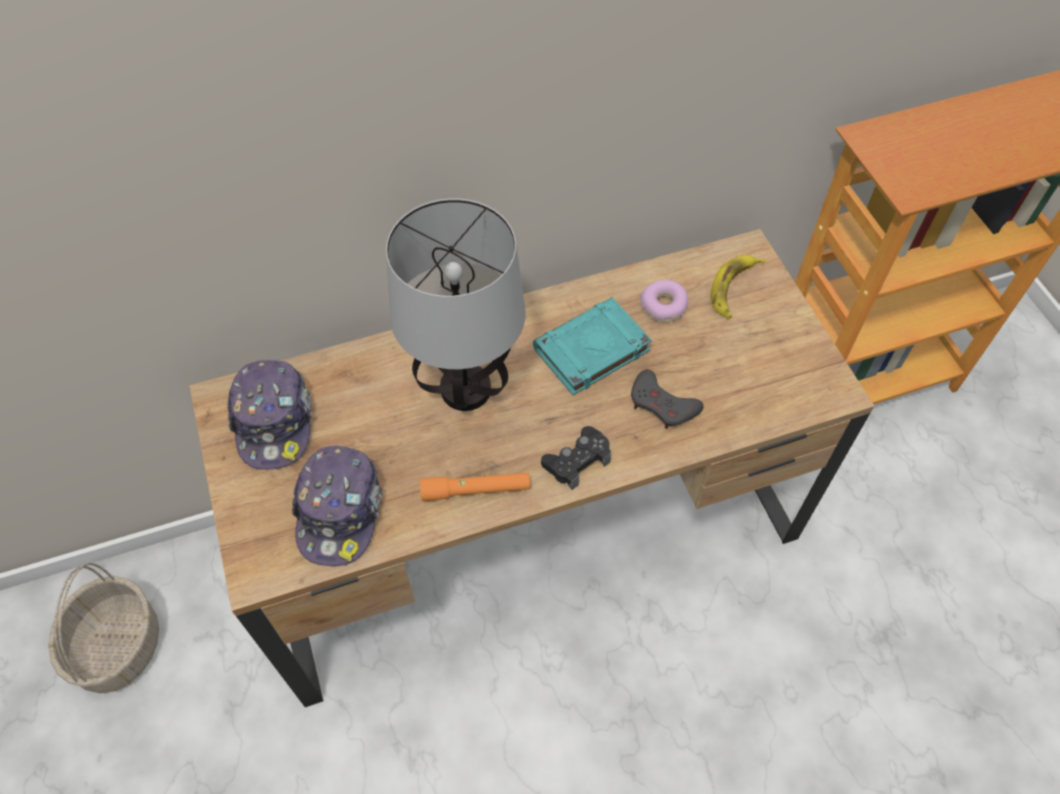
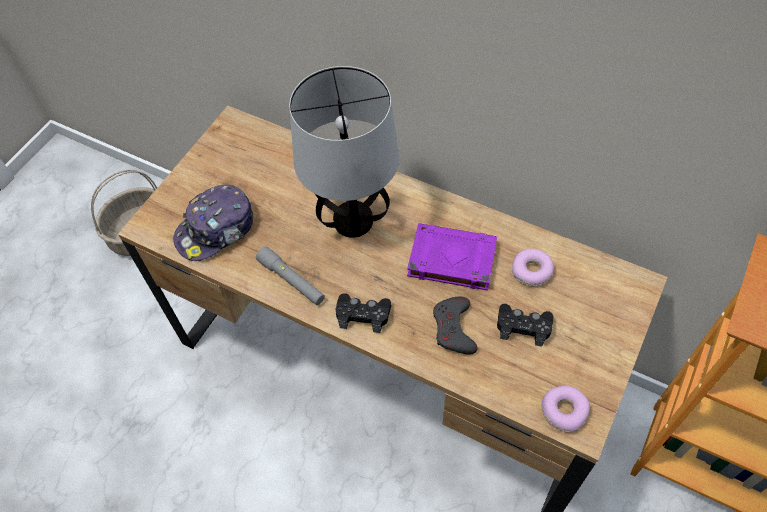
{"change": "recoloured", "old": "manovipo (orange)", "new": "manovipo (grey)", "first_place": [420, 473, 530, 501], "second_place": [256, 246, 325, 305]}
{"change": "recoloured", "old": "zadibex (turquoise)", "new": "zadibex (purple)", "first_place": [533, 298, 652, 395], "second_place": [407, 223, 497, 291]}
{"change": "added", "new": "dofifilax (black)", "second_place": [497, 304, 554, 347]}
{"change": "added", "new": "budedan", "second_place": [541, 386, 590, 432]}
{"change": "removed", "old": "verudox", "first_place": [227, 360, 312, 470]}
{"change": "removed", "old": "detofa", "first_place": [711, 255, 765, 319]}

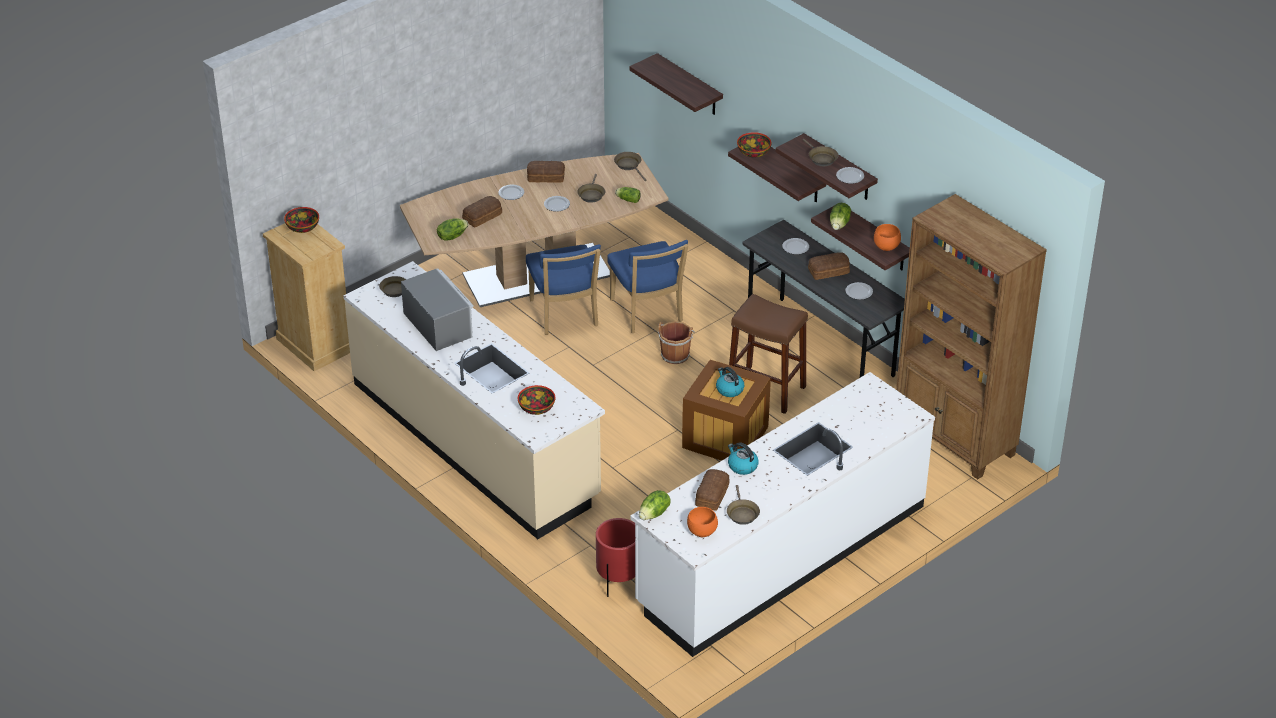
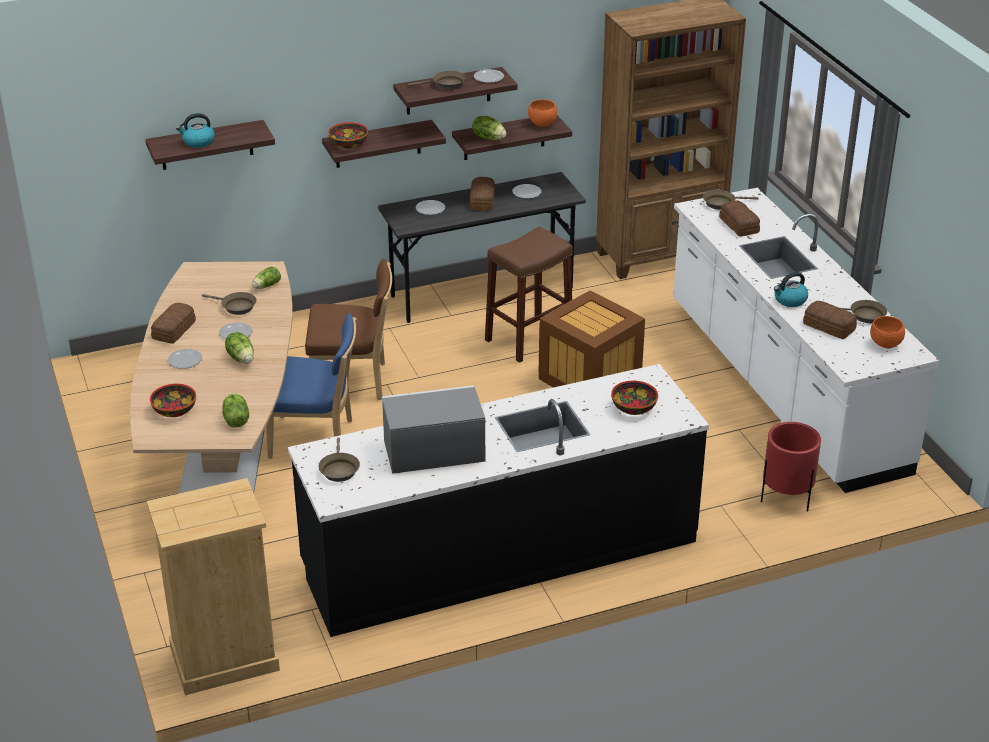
{"change": "moved", "old": "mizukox", "first_place": [284, 207, 319, 233], "second_place": [150, 384, 196, 417]}
{"change": "moved", "old": "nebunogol", "first_place": [716, 367, 744, 397], "second_place": [176, 113, 215, 148]}
{"change": "moved", "old": "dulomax", "first_place": [639, 490, 670, 520], "second_place": [225, 332, 254, 364]}
{"change": "recoloured", "old": "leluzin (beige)", "new": "leluzin (black)", "first_place": [343, 261, 605, 539], "second_place": [288, 364, 709, 637]}
{"change": "recoloured", "old": "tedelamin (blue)", "new": "tedelamin (brown)", "first_place": [607, 240, 688, 333], "second_place": [305, 259, 392, 400]}
{"change": "moved", "old": "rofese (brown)", "first_place": [614, 152, 646, 181], "second_place": [703, 190, 759, 210]}
{"change": "moved", "old": "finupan", "first_place": [462, 196, 502, 227], "second_place": [719, 200, 760, 237]}
{"change": "removed", "old": "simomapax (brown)", "first_place": [658, 321, 695, 364]}

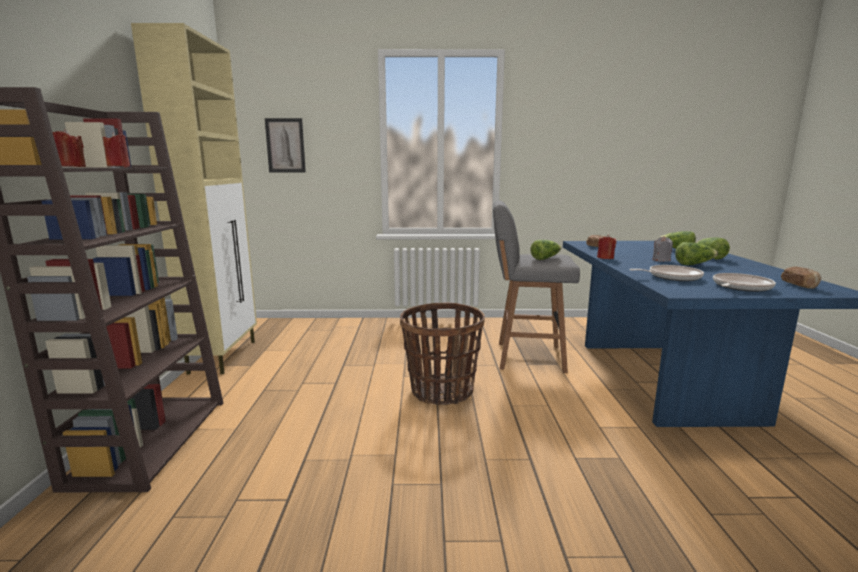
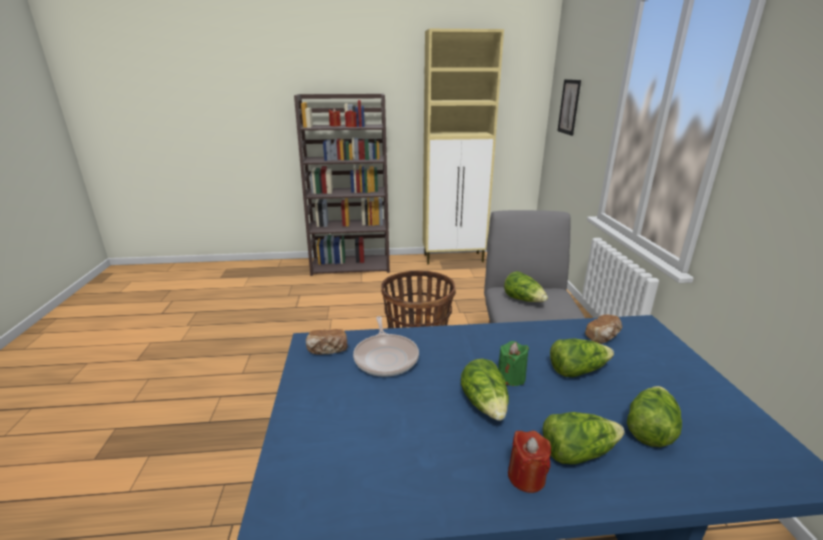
{"change": "moved", "old": "finupan", "first_place": [781, 267, 822, 289], "second_place": [306, 329, 348, 355]}
{"change": "recoloured", "old": "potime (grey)", "new": "potime (green)", "first_place": [652, 236, 673, 262], "second_place": [498, 341, 529, 386]}
{"change": "moved", "old": "potime (red)", "first_place": [597, 234, 616, 259], "second_place": [508, 431, 551, 493]}
{"change": "added", "new": "dulomax", "second_place": [550, 339, 614, 377]}
{"change": "removed", "old": "rofese", "first_place": [713, 273, 776, 292]}

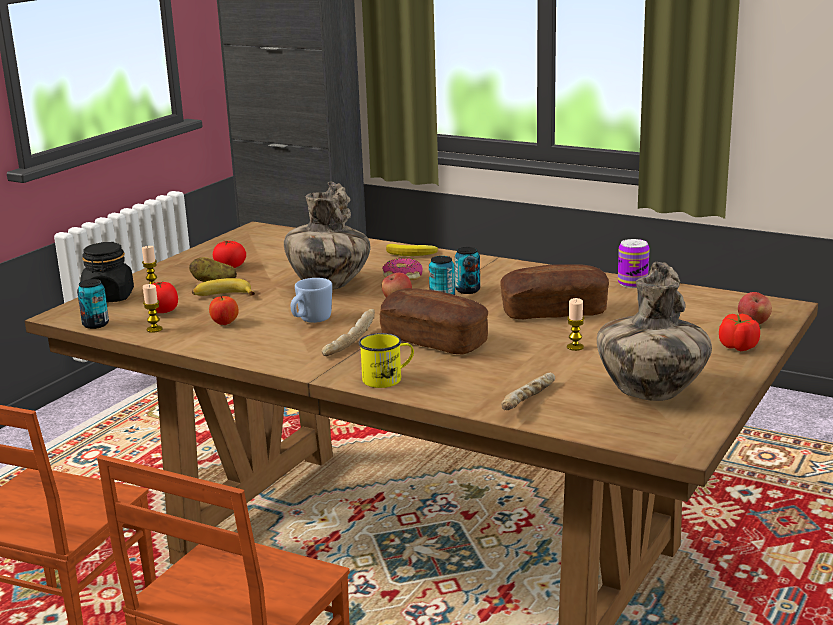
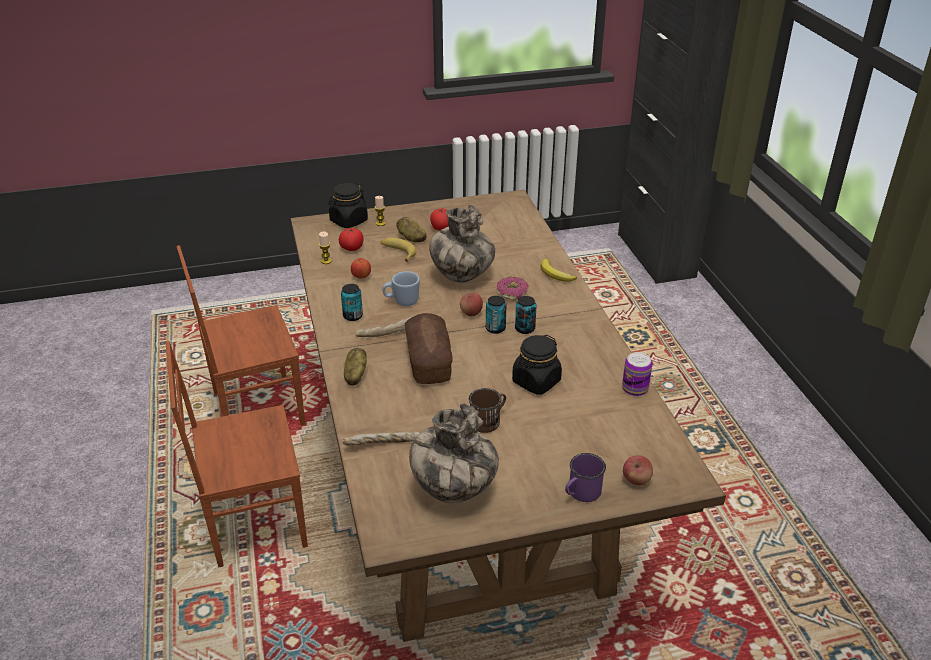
{"change": "moved", "old": "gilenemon", "first_place": [77, 279, 109, 329], "second_place": [341, 284, 363, 321]}
{"change": "replaced", "old": "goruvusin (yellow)", "new": "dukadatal", "first_place": [359, 333, 414, 388], "second_place": [344, 348, 367, 386]}
{"change": "replaced", "old": "potime", "new": "goruvusin (brown)", "first_place": [567, 298, 585, 351], "second_place": [469, 388, 506, 433]}
{"change": "replaced", "old": "finupan", "new": "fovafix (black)", "first_place": [500, 264, 609, 319], "second_place": [512, 335, 562, 395]}
{"change": "replaced", "old": "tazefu", "new": "goruvusin (purple)", "first_place": [719, 314, 760, 351], "second_place": [565, 453, 606, 502]}

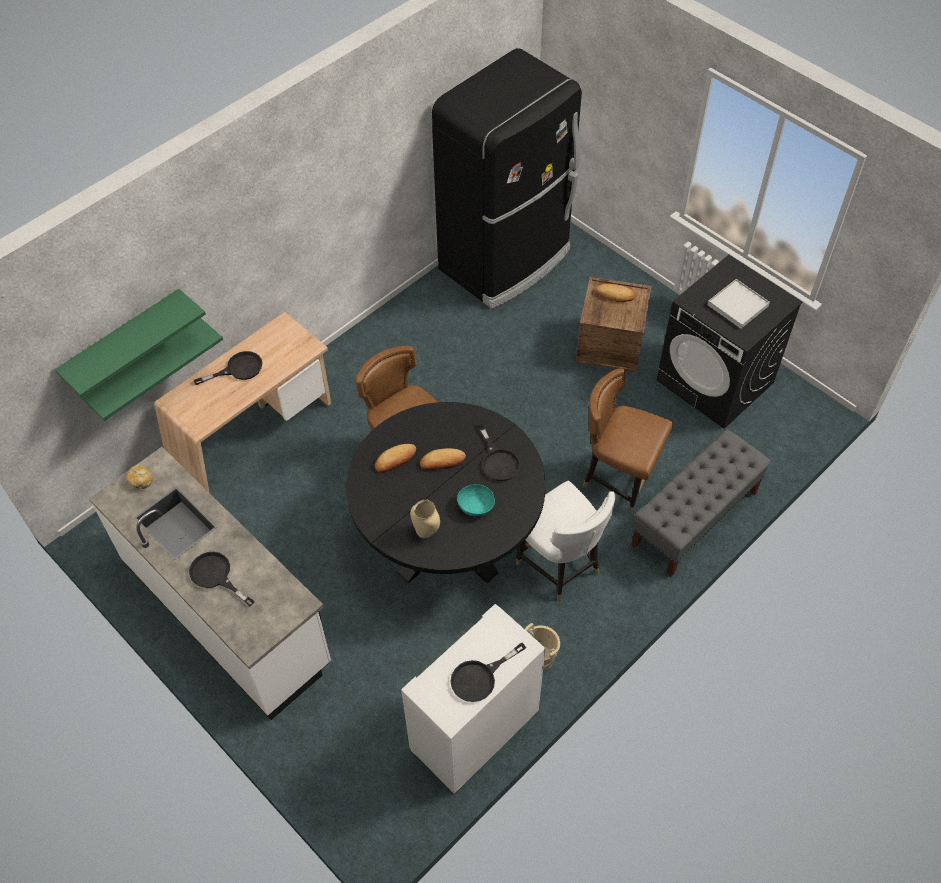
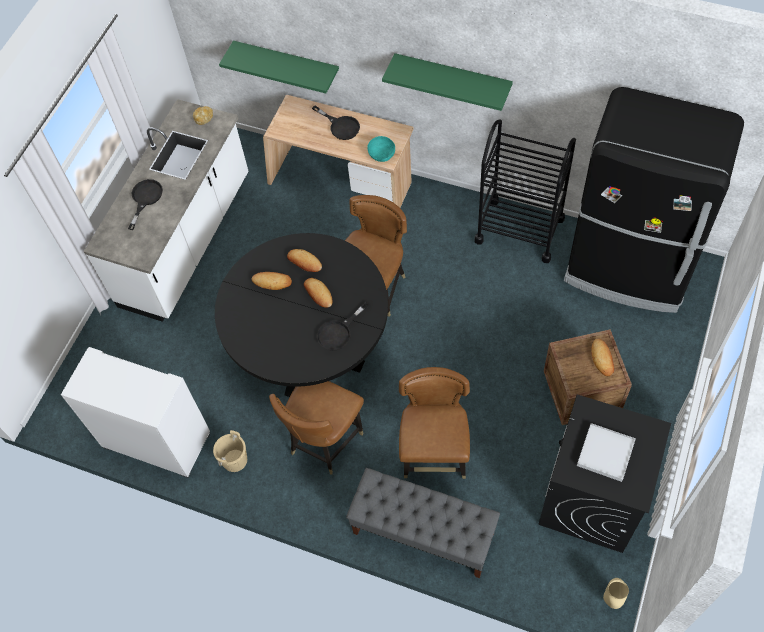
{"change": "added", "new": "finupan", "second_place": [252, 272, 292, 290]}
{"change": "recoloured", "old": "tedelamin (white)", "new": "tedelamin (brown)", "first_place": [516, 481, 615, 601], "second_place": [269, 381, 364, 474]}
{"change": "moved", "old": "mizukox (turquoise)", "first_place": [457, 484, 495, 516], "second_place": [367, 136, 395, 162]}
{"change": "moved", "old": "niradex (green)", "first_place": [55, 289, 206, 398], "second_place": [382, 53, 513, 111]}
{"change": "added", "new": "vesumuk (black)", "second_place": [475, 119, 576, 263]}
{"change": "moved", "old": "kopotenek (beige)", "first_place": [410, 500, 440, 538], "second_place": [603, 578, 629, 609]}
{"change": "removed", "old": "rofese (black)", "first_place": [451, 642, 526, 702]}

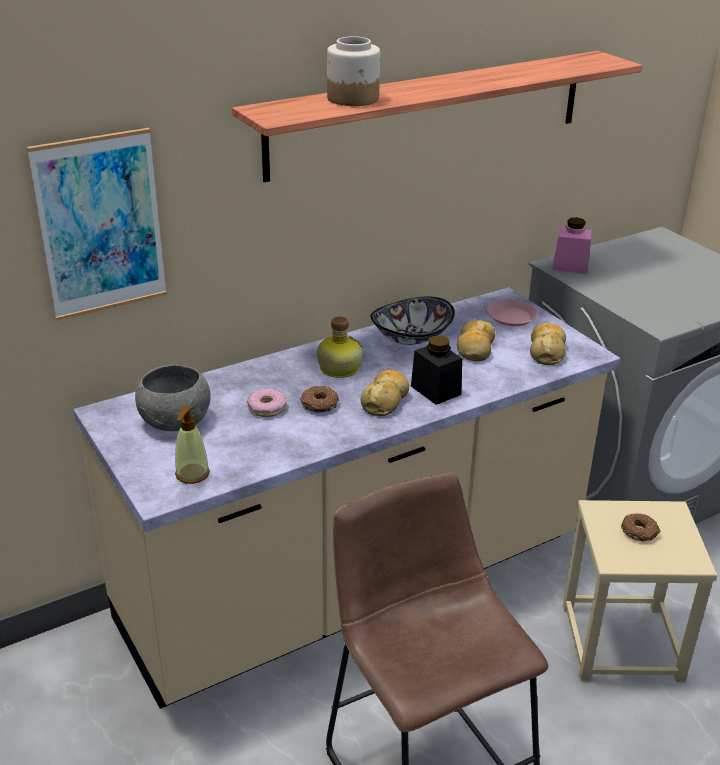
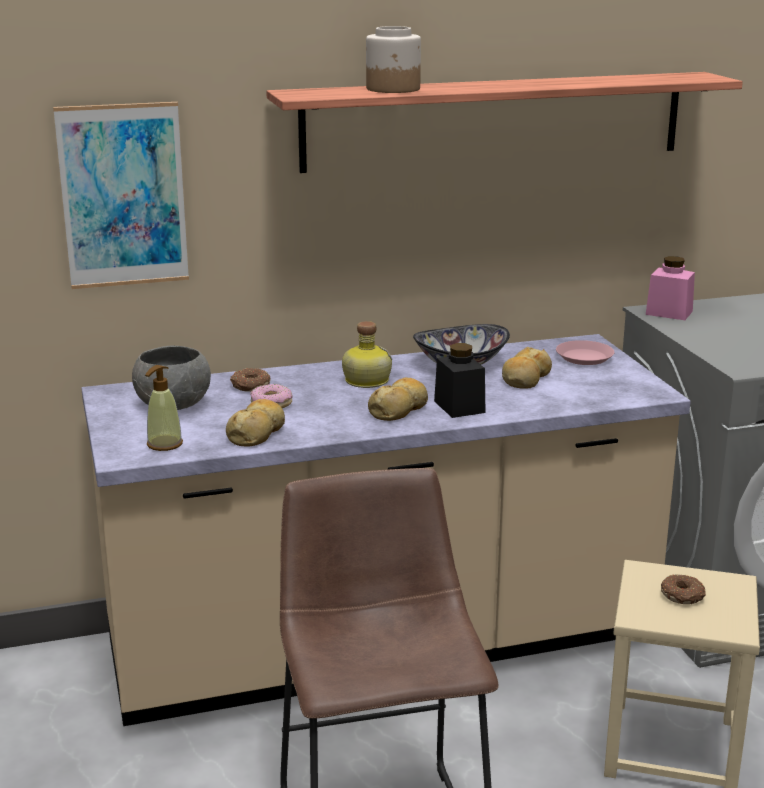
{"change": "moved", "old": "finupan", "first_place": [530, 323, 566, 365], "second_place": [226, 399, 285, 446]}
{"change": "moved", "old": "budedan", "first_place": [300, 386, 339, 413], "second_place": [230, 368, 271, 392]}

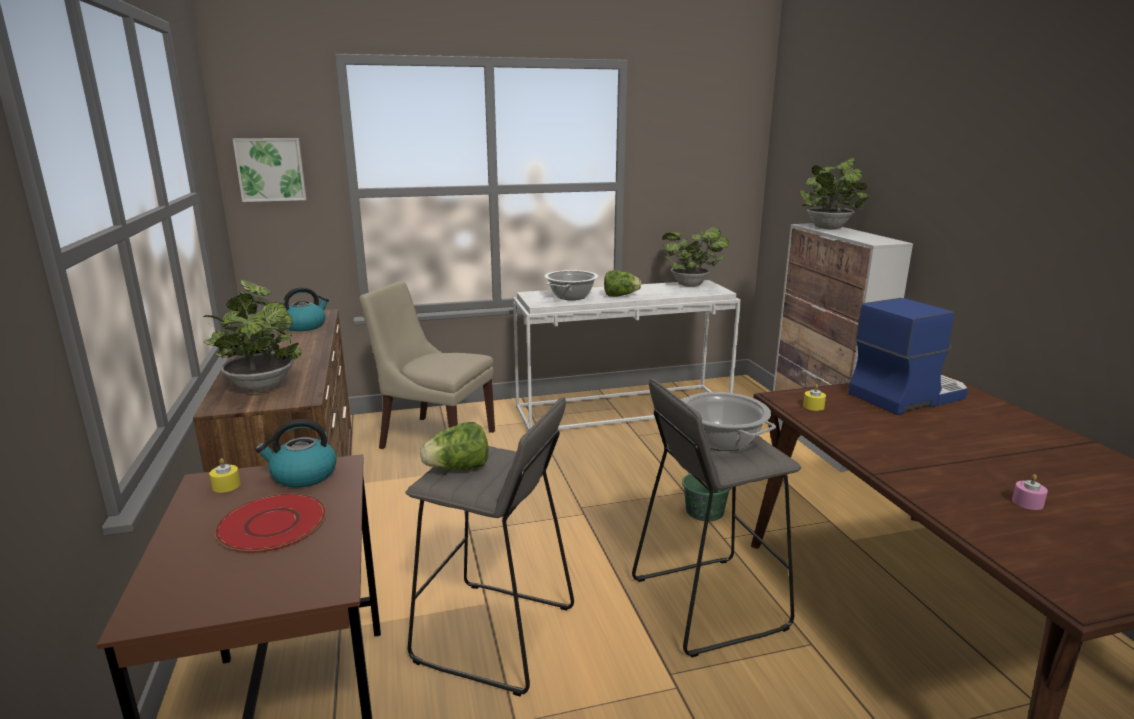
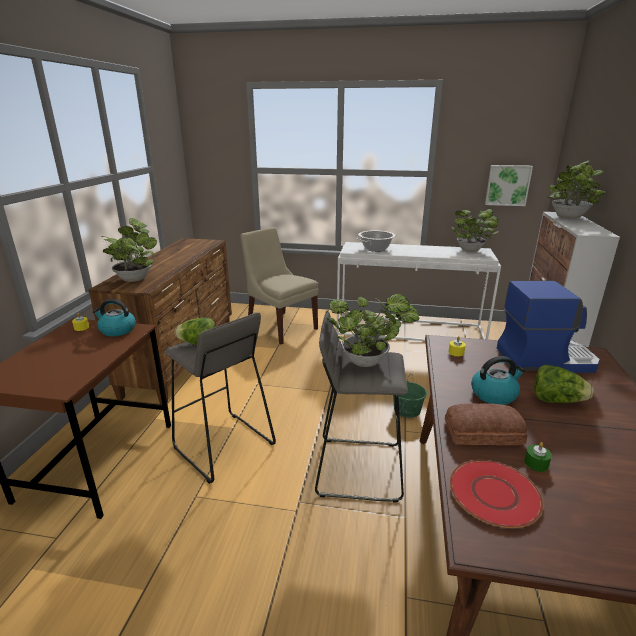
{"change": "replaced", "old": "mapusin", "new": "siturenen", "first_place": [681, 392, 776, 451], "second_place": [326, 294, 419, 367]}
{"change": "added", "new": "finupan", "second_place": [445, 403, 527, 445]}
{"change": "moved", "old": "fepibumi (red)", "first_place": [215, 494, 326, 553], "second_place": [449, 460, 544, 528]}
{"change": "moved", "old": "nebunogol", "first_place": [283, 287, 329, 331], "second_place": [471, 356, 525, 405]}
{"change": "moved", "old": "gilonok", "first_place": [233, 138, 306, 202], "second_place": [485, 165, 533, 206]}
{"change": "recoloured", "old": "potime (pink)", "new": "potime (green)", "first_place": [1012, 474, 1048, 510], "second_place": [524, 442, 552, 472]}
{"change": "moved", "old": "dulomax", "first_place": [604, 270, 641, 297], "second_place": [534, 365, 594, 403]}

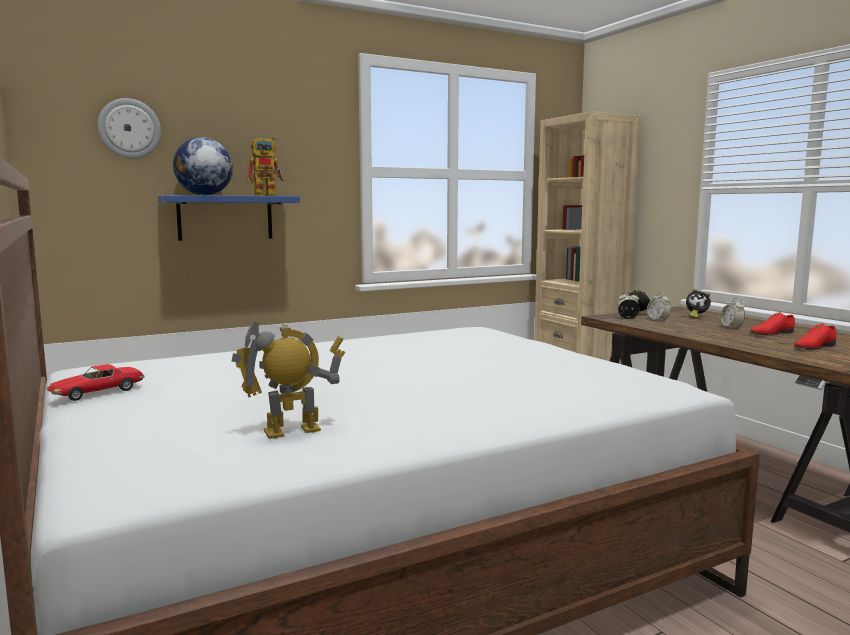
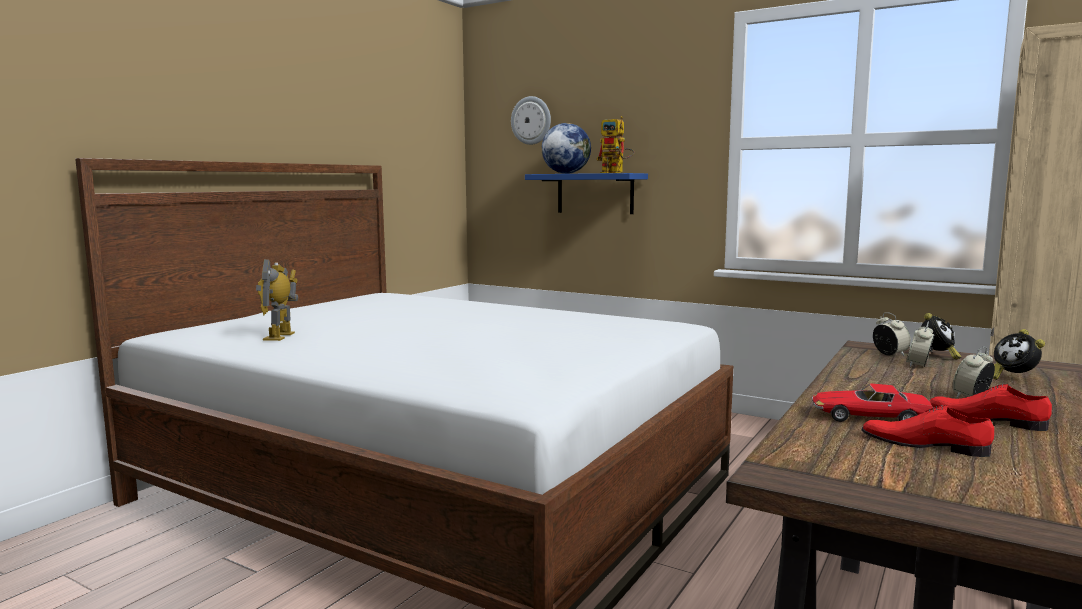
{"change": "turned", "old": "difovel", "first_place": [232, 318, 345, 439], "second_place": [256, 259, 298, 341], "degrees": -120}
{"change": "moved", "old": "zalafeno", "first_place": [46, 364, 144, 401], "second_place": [812, 383, 933, 422]}

